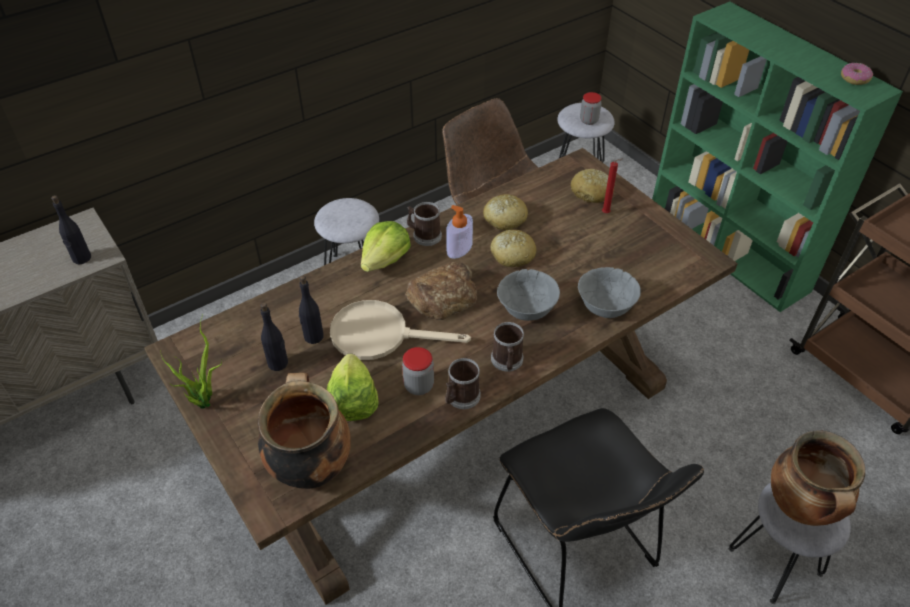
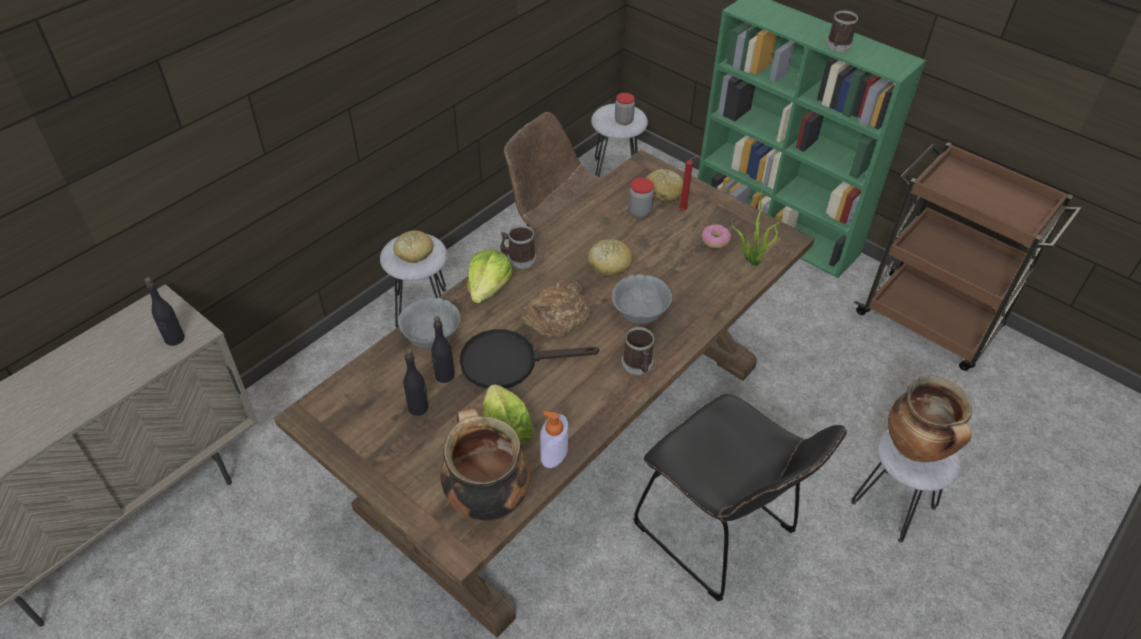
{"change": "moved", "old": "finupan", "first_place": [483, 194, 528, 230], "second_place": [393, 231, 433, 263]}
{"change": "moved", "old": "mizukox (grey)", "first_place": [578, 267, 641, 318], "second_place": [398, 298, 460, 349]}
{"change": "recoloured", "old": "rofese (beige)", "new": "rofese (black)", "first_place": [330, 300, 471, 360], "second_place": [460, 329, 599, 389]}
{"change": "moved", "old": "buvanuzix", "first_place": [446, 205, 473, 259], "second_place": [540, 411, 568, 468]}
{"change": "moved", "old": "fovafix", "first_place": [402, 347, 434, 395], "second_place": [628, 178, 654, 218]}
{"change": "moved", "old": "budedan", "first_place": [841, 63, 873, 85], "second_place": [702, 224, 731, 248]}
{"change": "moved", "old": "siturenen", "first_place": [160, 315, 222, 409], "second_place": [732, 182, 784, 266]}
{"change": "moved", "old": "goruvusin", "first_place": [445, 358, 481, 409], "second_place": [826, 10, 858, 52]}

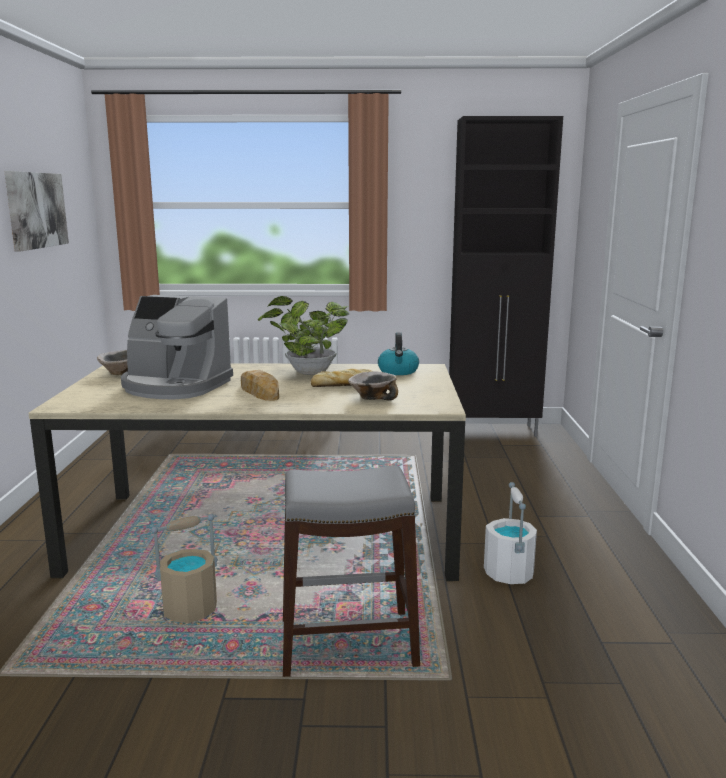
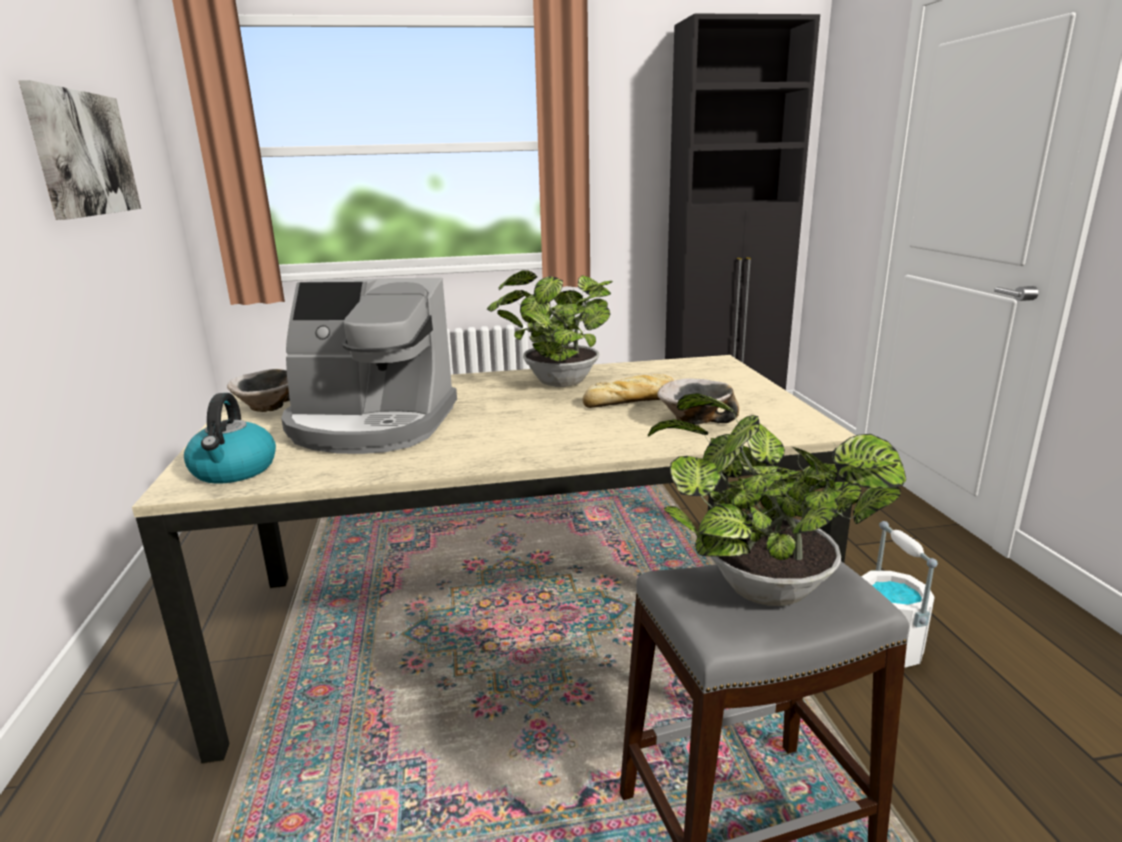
{"change": "moved", "old": "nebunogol", "first_place": [378, 332, 419, 375], "second_place": [184, 393, 276, 484]}
{"change": "added", "new": "siturenen", "second_place": [648, 393, 906, 606]}
{"change": "removed", "old": "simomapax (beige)", "first_place": [151, 514, 218, 623]}
{"change": "removed", "old": "finupan", "first_place": [241, 370, 279, 401]}

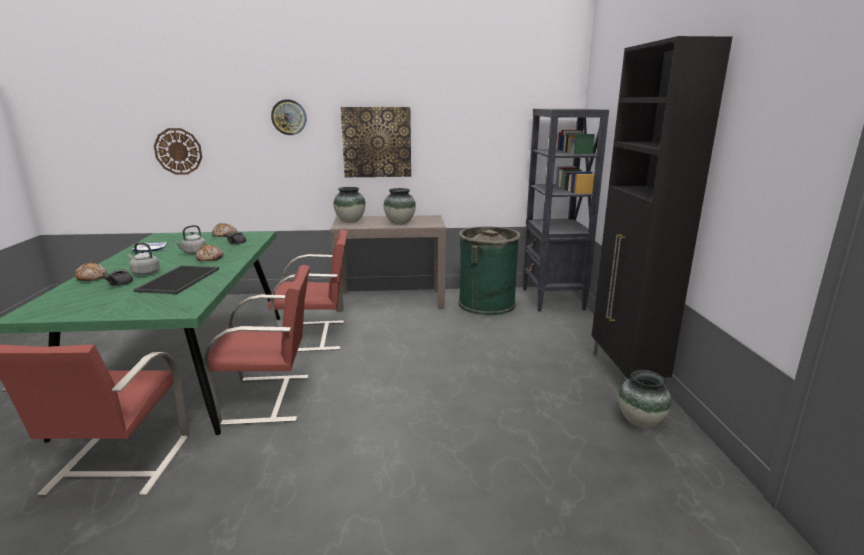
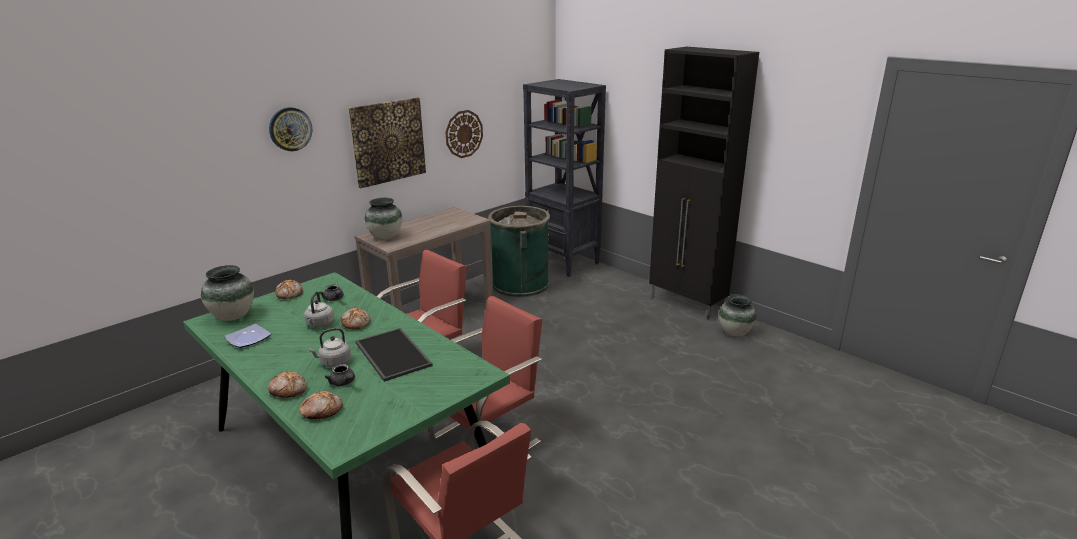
{"change": "moved", "old": "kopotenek", "first_place": [384, 188, 416, 225], "second_place": [201, 265, 254, 321]}
{"change": "added", "new": "finupan", "second_place": [299, 391, 343, 419]}
{"change": "moved", "old": "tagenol", "first_place": [154, 128, 202, 175], "second_place": [445, 110, 483, 158]}

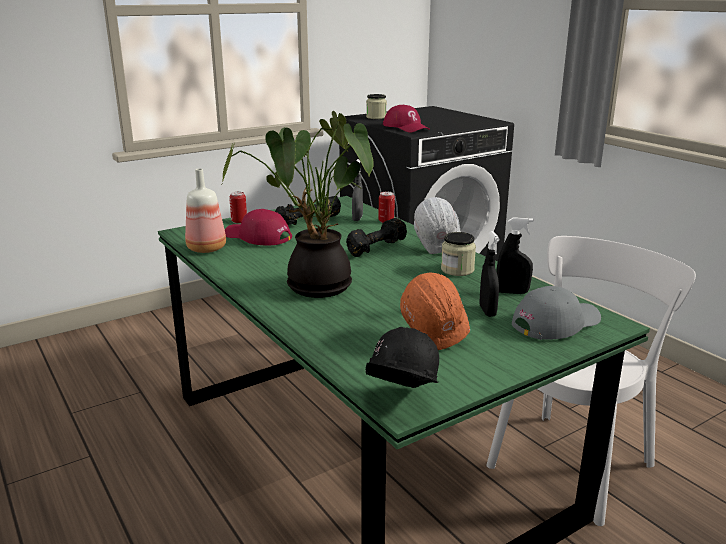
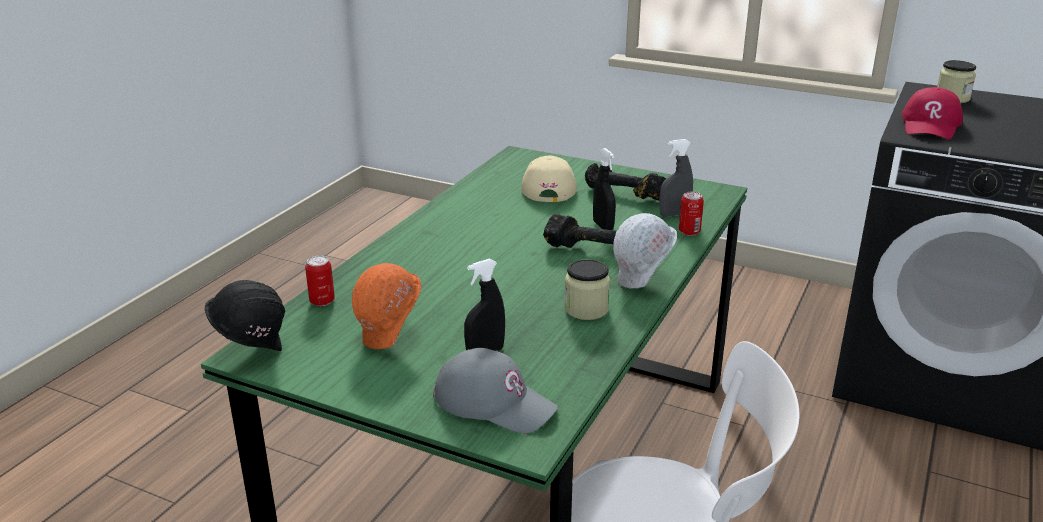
{"change": "moved", "old": "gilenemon", "first_place": [229, 192, 247, 224], "second_place": [305, 256, 335, 306]}
{"change": "recoloured", "old": "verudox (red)", "new": "verudox (beige)", "first_place": [225, 209, 292, 245], "second_place": [521, 156, 577, 202]}
{"change": "moved", "old": "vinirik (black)", "first_place": [496, 218, 533, 294], "second_place": [593, 148, 616, 230]}
{"change": "removed", "old": "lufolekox", "first_place": [185, 168, 226, 253]}
{"change": "removed", "old": "siturenen", "first_place": [222, 111, 374, 298]}

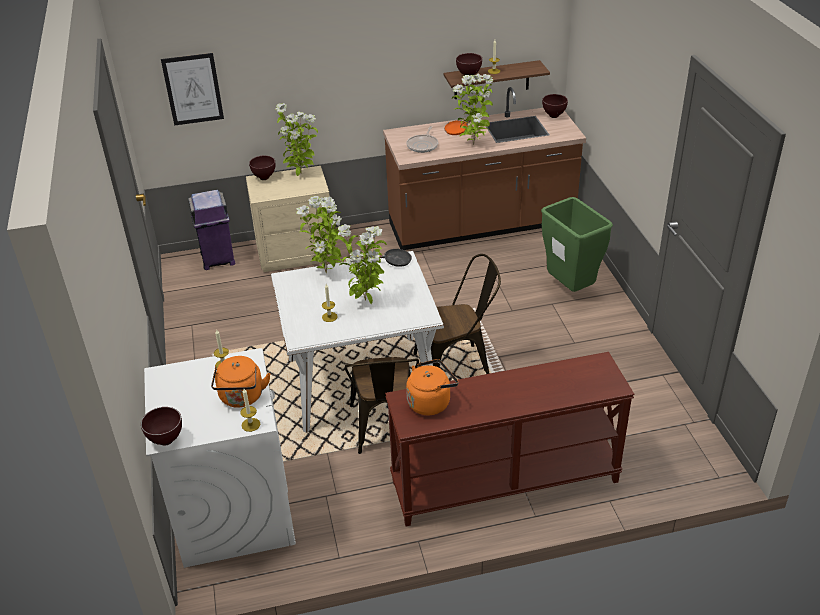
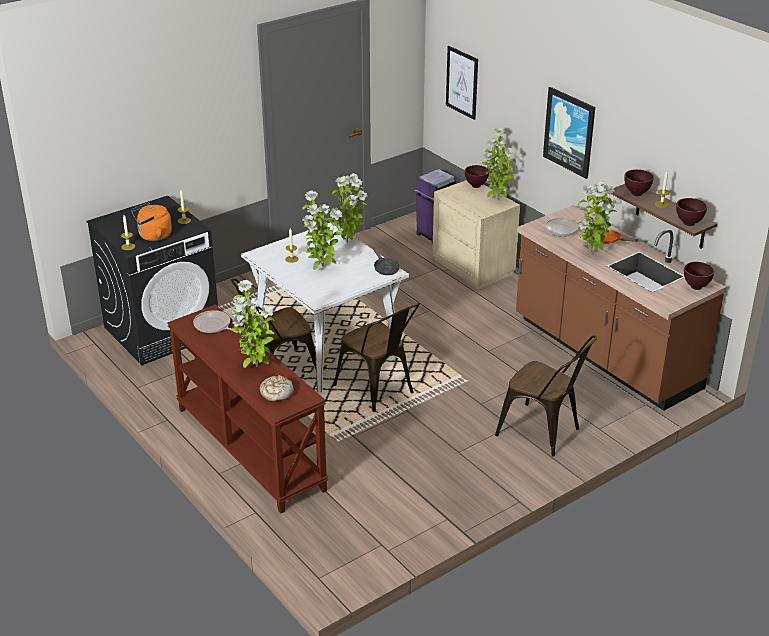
{"change": "recoloured", "old": "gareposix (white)", "new": "gareposix (black)", "first_place": [144, 348, 296, 568], "second_place": [87, 196, 218, 365]}
{"change": "replaced", "old": "nebunogol (orange)", "new": "rofese", "first_place": [406, 359, 458, 415], "second_place": [193, 310, 238, 333]}
{"change": "added", "new": "siturenen", "second_place": [231, 280, 275, 368]}
{"change": "added", "new": "finupan", "second_place": [260, 375, 294, 401]}
{"change": "replaced", "old": "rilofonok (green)", "new": "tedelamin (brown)", "first_place": [541, 197, 613, 292], "second_place": [495, 336, 597, 457]}
{"change": "added", "new": "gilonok", "second_place": [543, 87, 595, 179]}
{"change": "moved", "old": "mizukox (brown)", "first_place": [141, 407, 182, 446], "second_place": [676, 198, 707, 226]}

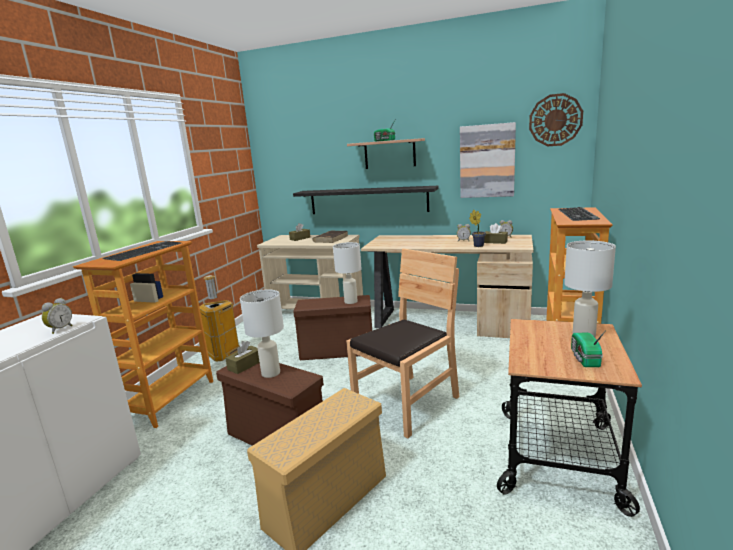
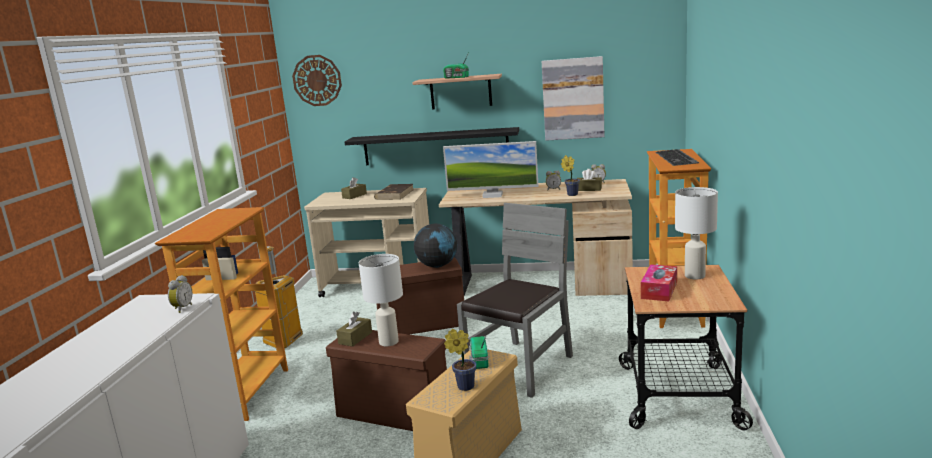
{"change": "moved", "old": "tagenol", "first_place": [529, 93, 583, 146], "second_place": [292, 55, 342, 106]}
{"change": "replaced", "old": "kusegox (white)", "new": "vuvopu", "first_place": [333, 242, 362, 304], "second_place": [414, 224, 457, 268]}
{"change": "added", "new": "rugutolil", "second_place": [443, 141, 539, 198]}
{"change": "added", "new": "siturenen", "second_place": [444, 329, 476, 391]}
{"change": "recoloured", "old": "tedelamin (brown)", "new": "tedelamin (grey)", "first_place": [346, 248, 459, 438], "second_place": [457, 203, 573, 398]}
{"change": "moved", "old": "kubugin", "first_place": [571, 330, 606, 367], "second_place": [469, 336, 489, 369]}
{"change": "added", "new": "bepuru", "second_place": [641, 264, 677, 301]}
{"change": "removed", "old": "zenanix", "first_place": [102, 241, 181, 261]}

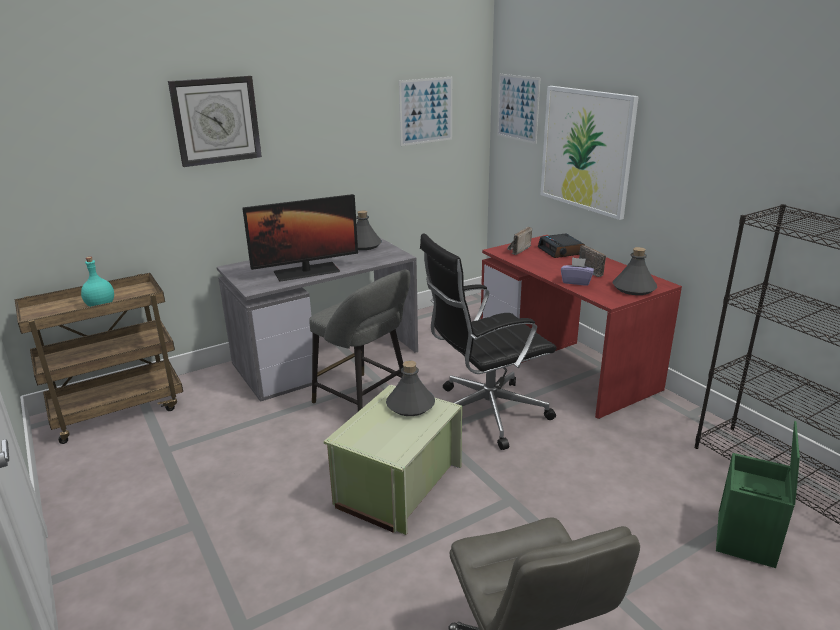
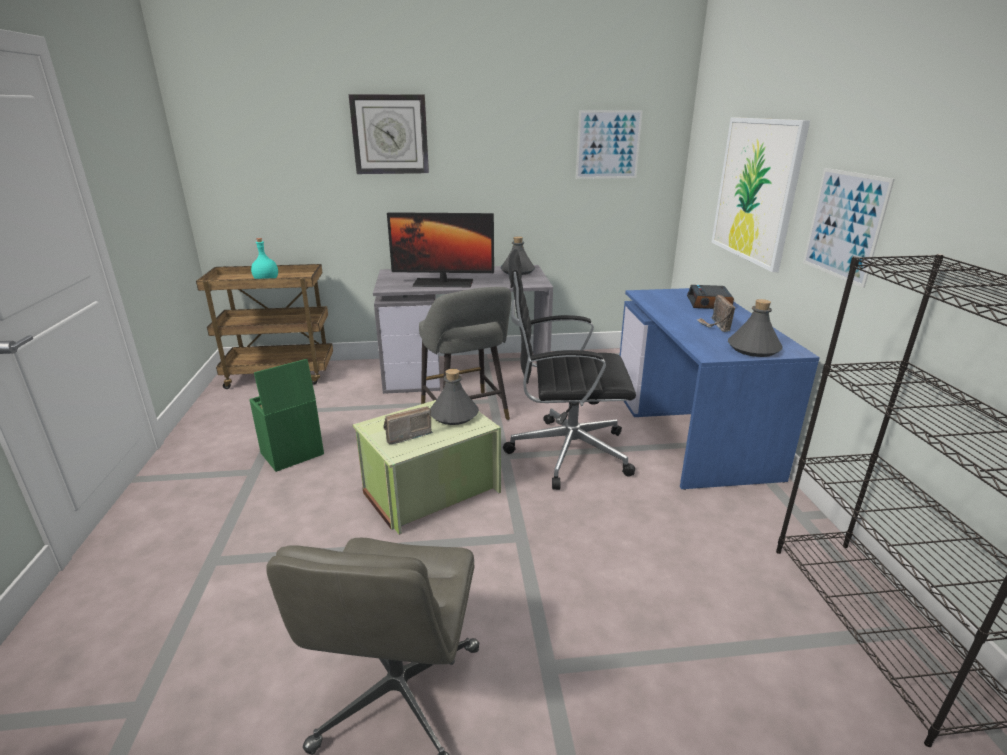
{"change": "moved", "old": "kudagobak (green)", "first_place": [716, 421, 800, 568], "second_place": [249, 359, 324, 472]}
{"change": "moved", "old": "kubugin", "first_place": [507, 227, 532, 255], "second_place": [383, 406, 433, 444]}
{"change": "recoloured", "old": "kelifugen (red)", "new": "kelifugen (blue)", "first_place": [481, 235, 682, 419], "second_place": [620, 288, 820, 490]}
{"change": "moved", "old": "gilonok", "first_place": [497, 74, 540, 144], "second_place": [803, 168, 895, 288]}
{"change": "removed", "old": "bepuru (purple)", "first_place": [561, 257, 594, 286]}

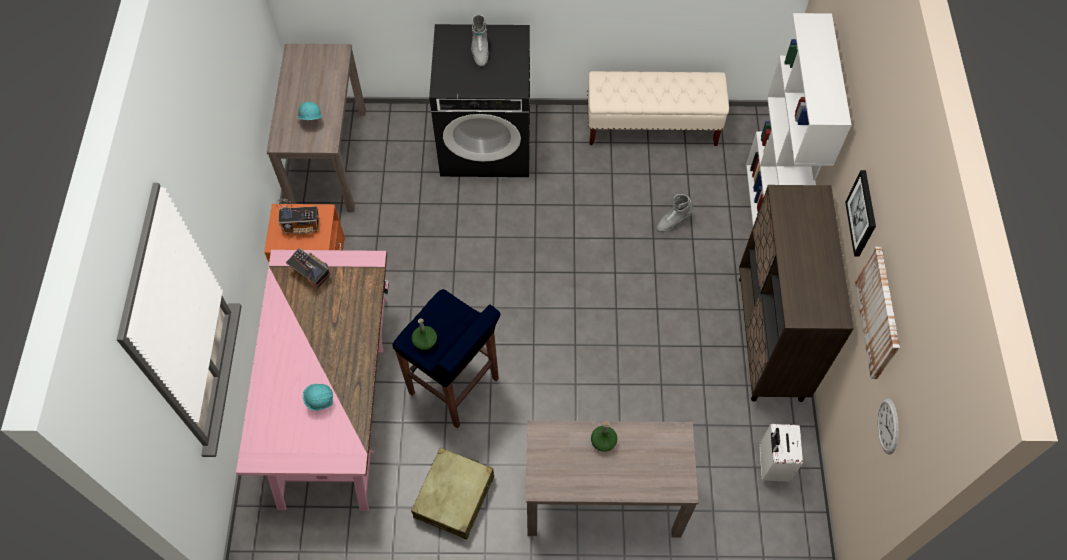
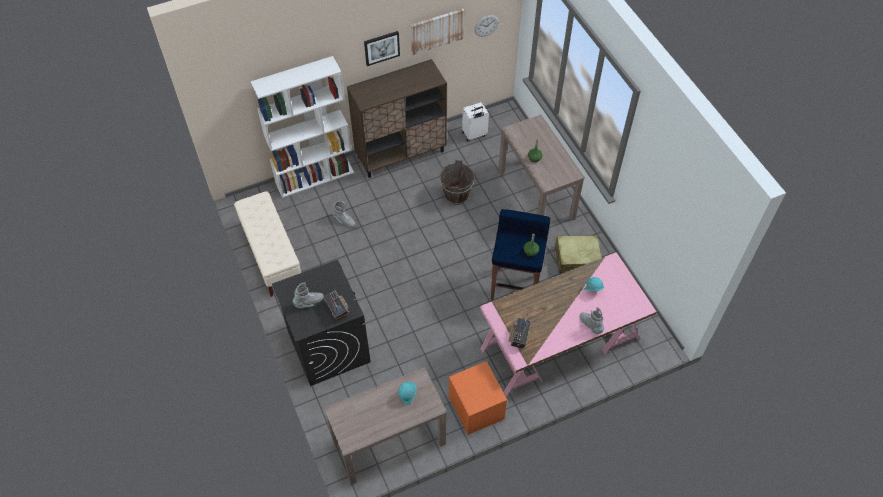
{"change": "moved", "old": "kubugin", "first_place": [276, 199, 319, 235], "second_place": [323, 290, 349, 320]}
{"change": "added", "new": "simomapax (brown)", "second_place": [440, 160, 474, 205]}
{"change": "added", "new": "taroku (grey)", "second_place": [580, 307, 604, 334]}

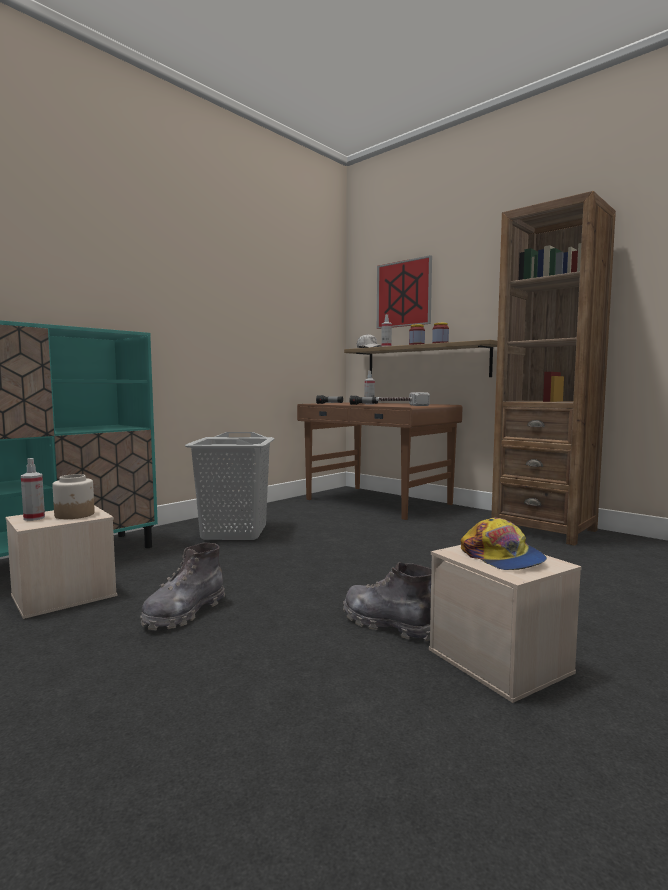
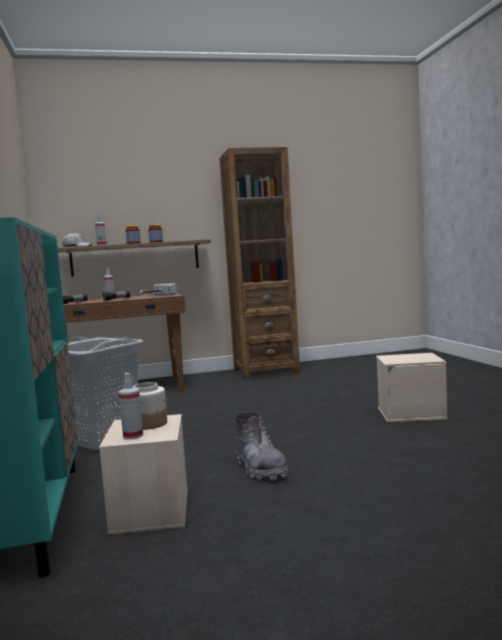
{"change": "removed", "old": "taroku (grey)", "first_place": [343, 562, 431, 642]}
{"change": "removed", "old": "gilonok", "first_place": [377, 255, 432, 329]}
{"change": "removed", "old": "verudox", "first_place": [461, 518, 547, 570]}

